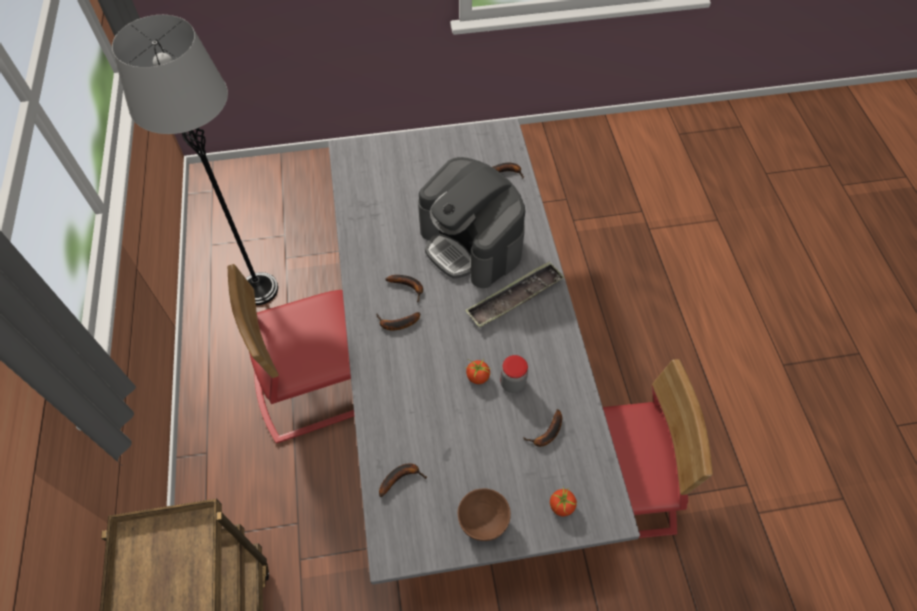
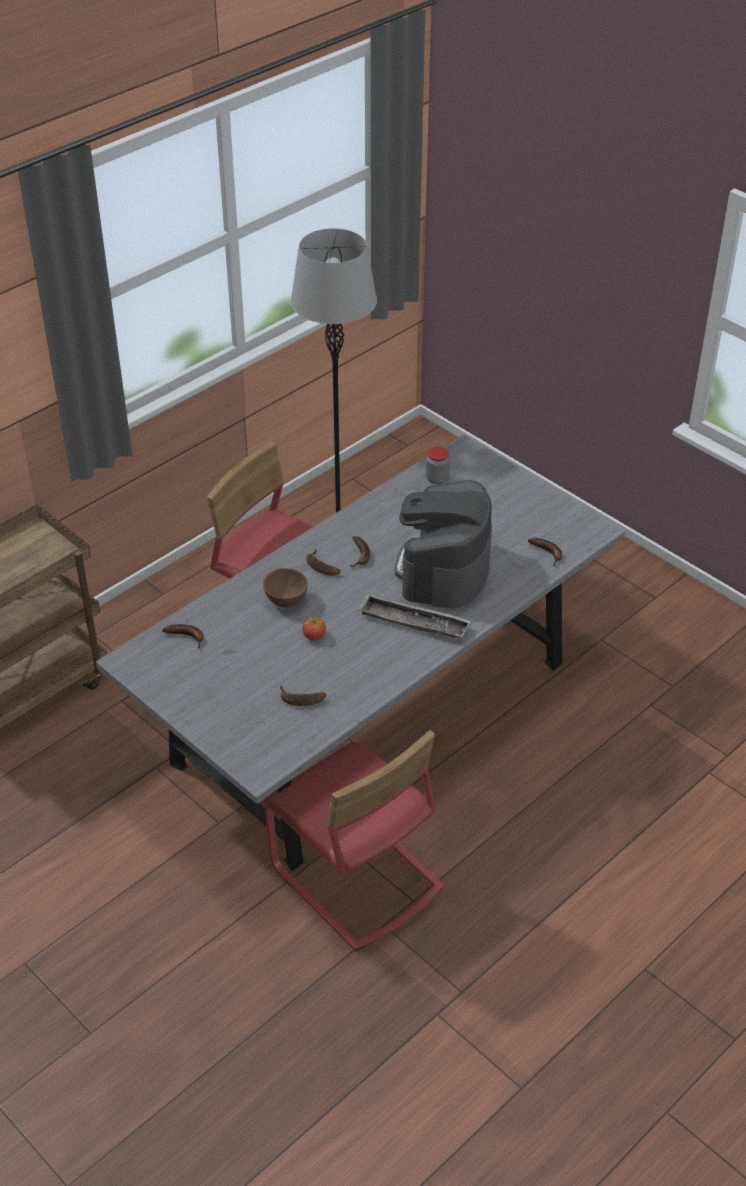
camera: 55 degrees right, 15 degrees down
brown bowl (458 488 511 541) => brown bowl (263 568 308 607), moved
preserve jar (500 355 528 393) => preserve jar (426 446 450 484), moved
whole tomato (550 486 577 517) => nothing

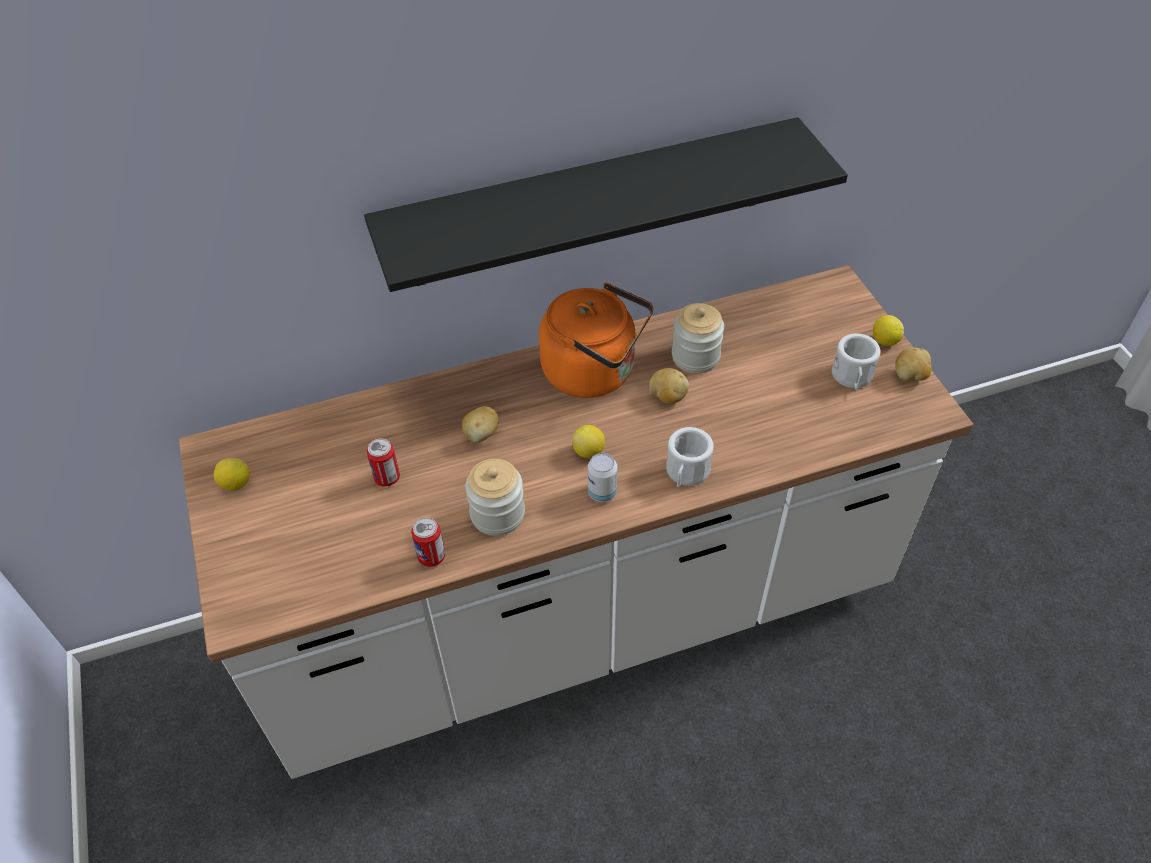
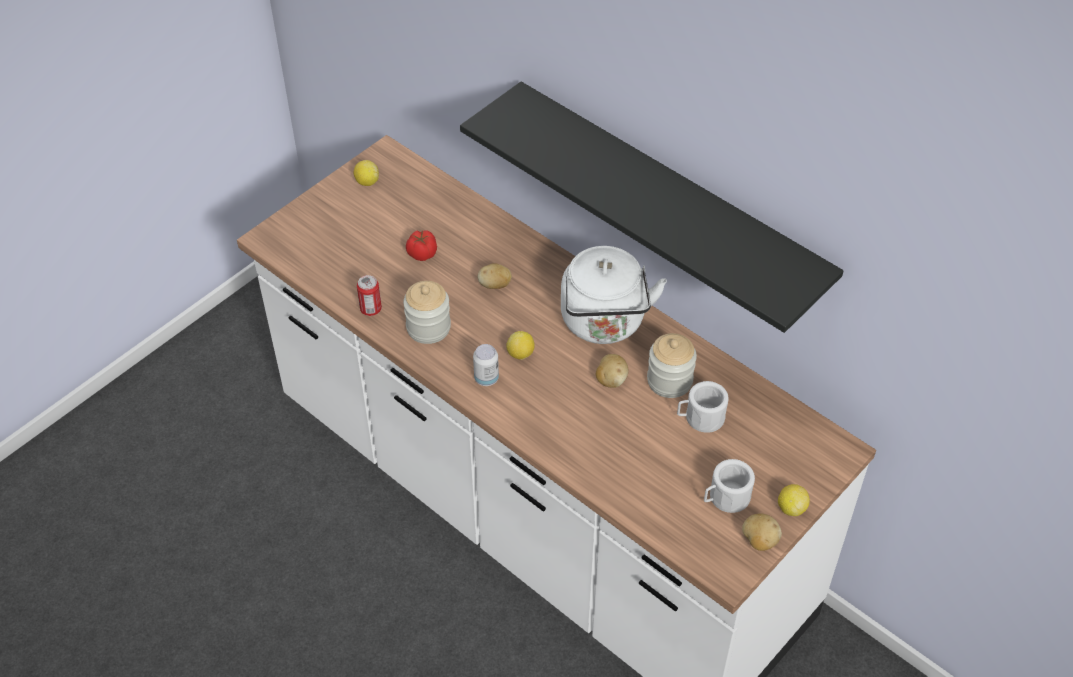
camera: 60 degrees right, 0 degrees up
metal can (367 438 400 487) => whole tomato (406 230 437 261)
orangey tea kettle (539 282 653 398) => whitish tea kettle (561 246 667 344)
whitish tea mug (666 427 714 487) => whitish tea mug (677 381 729 433), moved

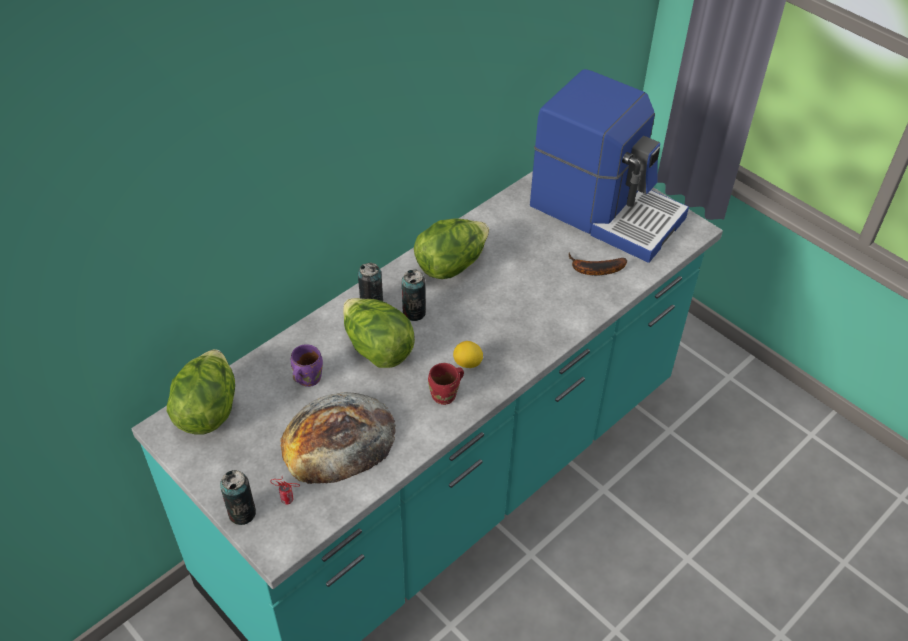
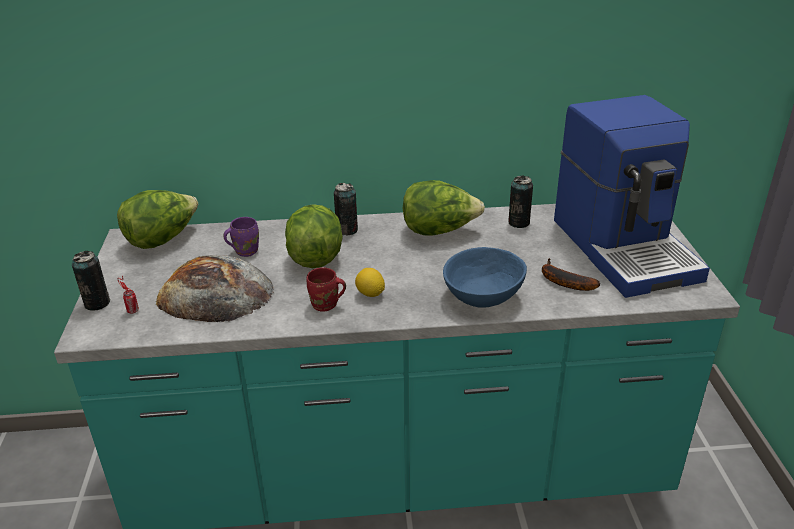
camera: 40 degrees right, 15 degrees down
metal can (402 270 426 321) => metal can (508 176 533 228), moved
nothing => bluish bowl (443 247 527 308)

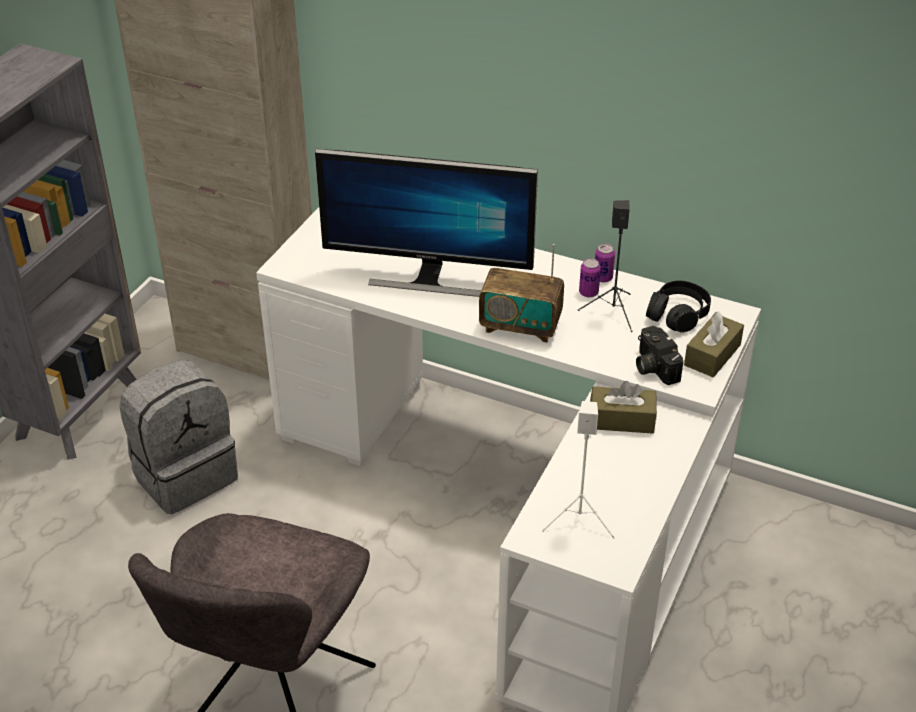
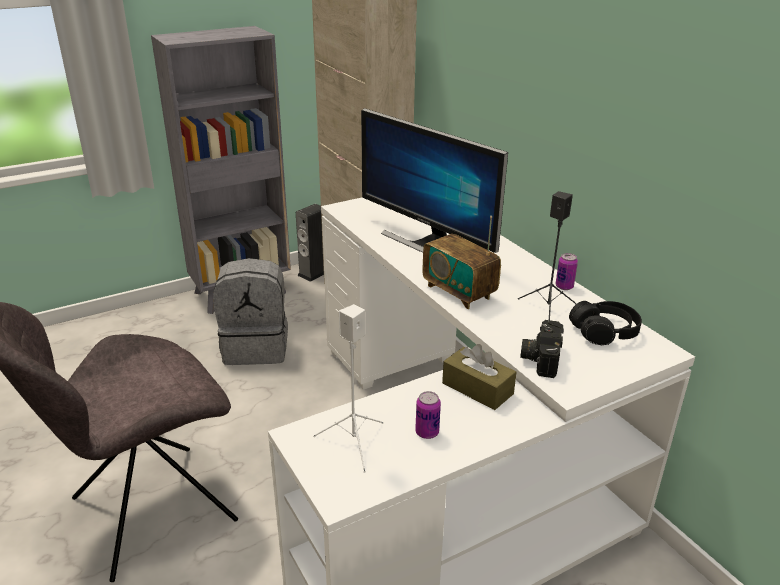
camera: 35 degrees right, 10 degrees down
metal can (579 258 601 297) => metal can (415 391 441 439), moved
brown tissue box (684 311 744 377) => nothing
nothing => loudspeaker (296 204 324 282)

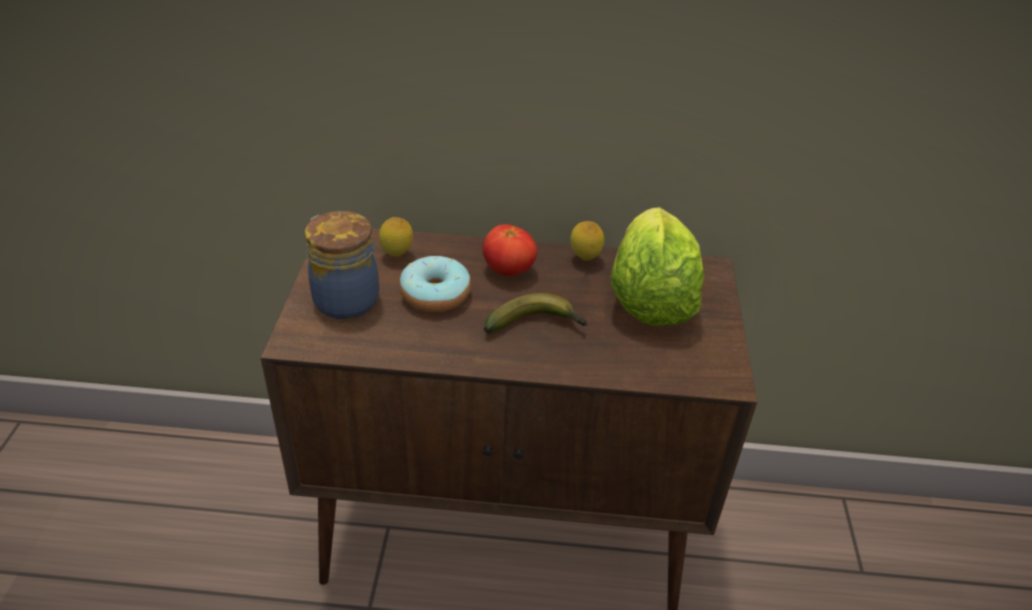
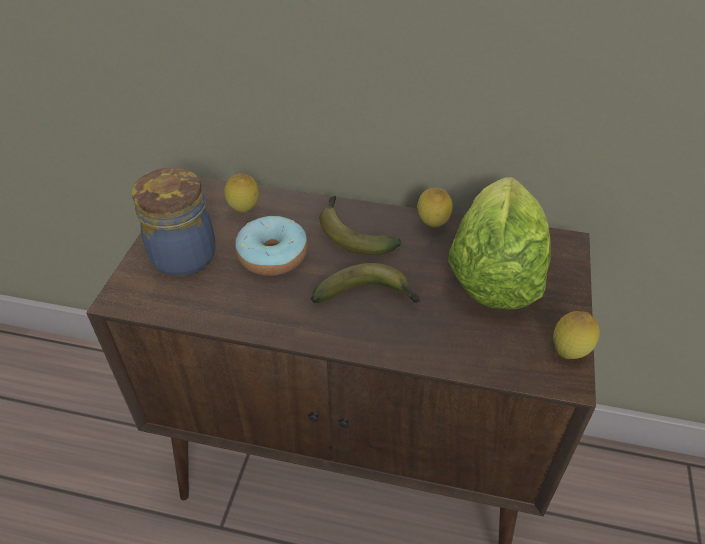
camera: 10 degrees right, 5 degrees up
whole tomato (482 224 537 276) => banana fruit (319 196 401 255)
nothing => citrus fruit (554 311 600 359)

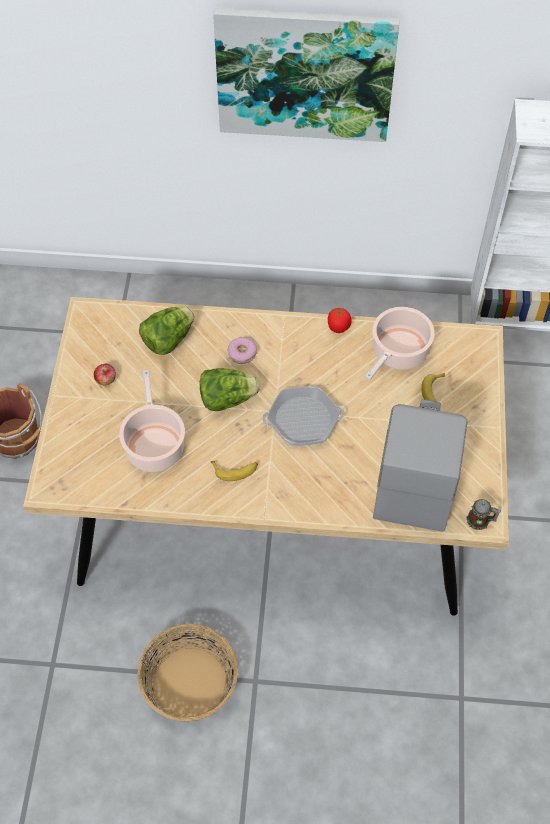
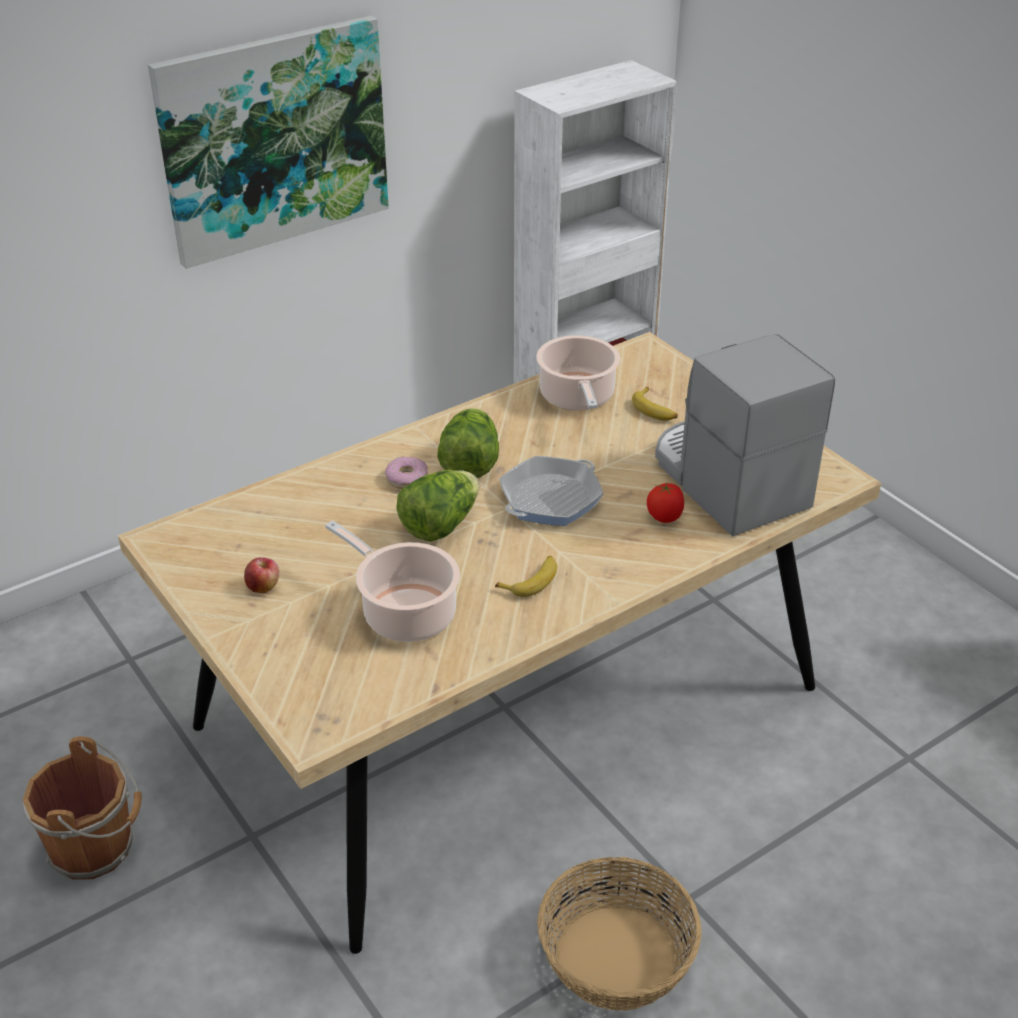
camera: 40 degrees left, 20 degrees down
lettuce (139 306 194 355) => lettuce (437 408 499 478), moved
whole tomato (328 308 352 333) => whole tomato (647 483 684 523), moved
tea mug (466 499 501 530) => nothing

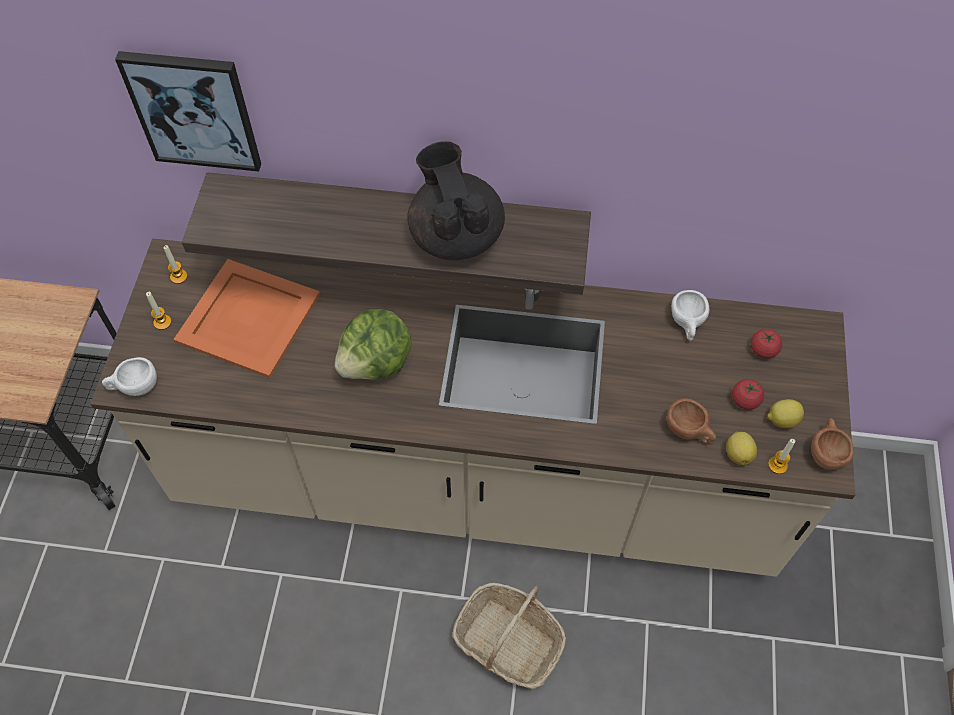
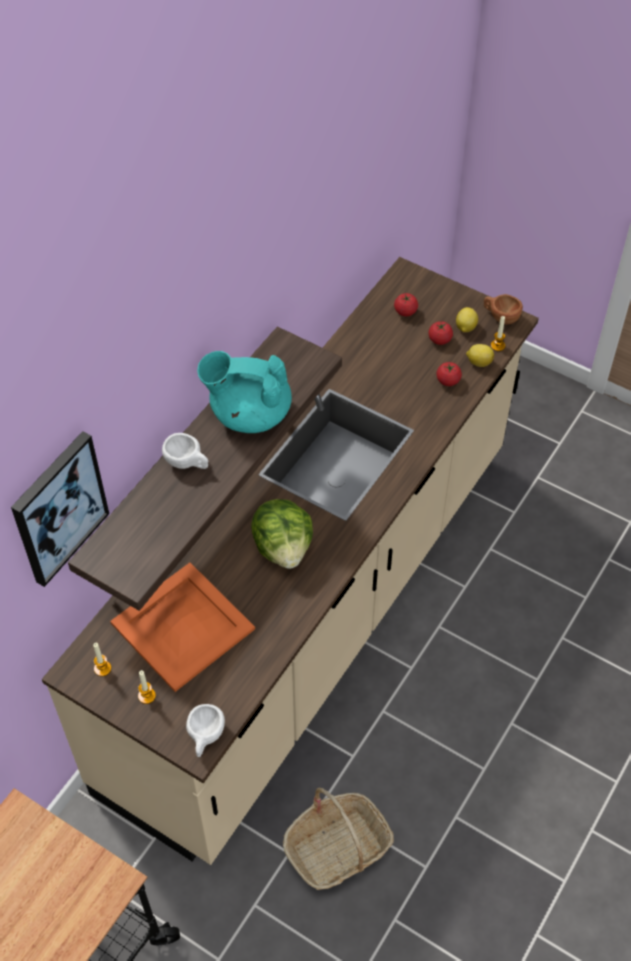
camera: 65 degrees left, 5 degrees down
black-coloured tea pot (407 141 505 260) => turquoise tea pot (197 351 292 433)
basket (452 583 566 689) => basket (283 788 394 890), moved
brown small cup (667 398 716 445) => whole tomato (436 362 462 386)
whitish small cup (671 290 709 341) => whitish small cup (162 433 208 469), moved

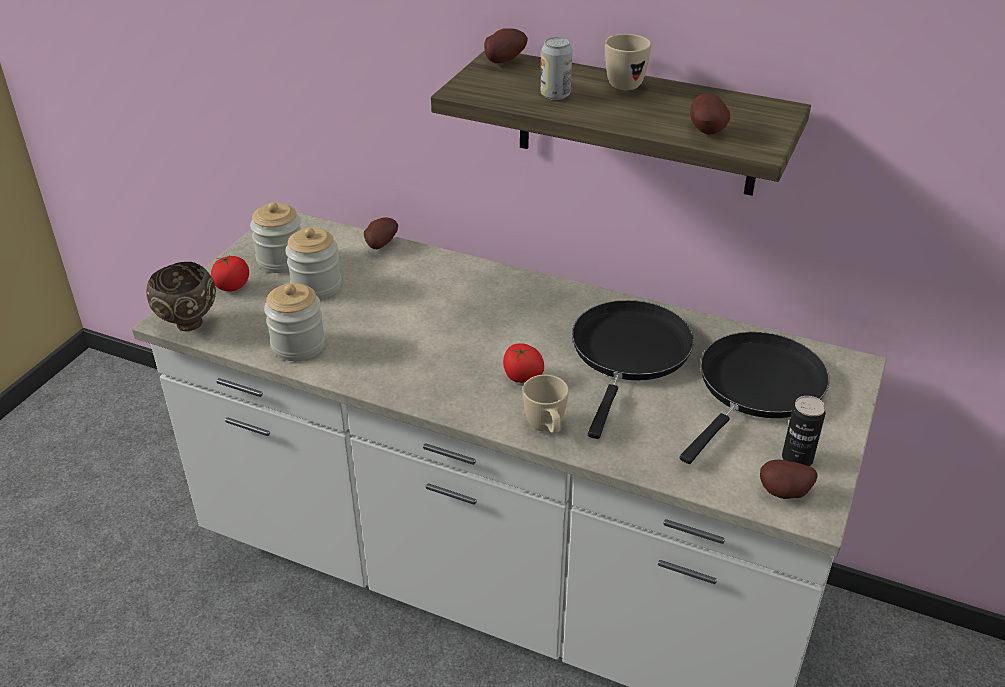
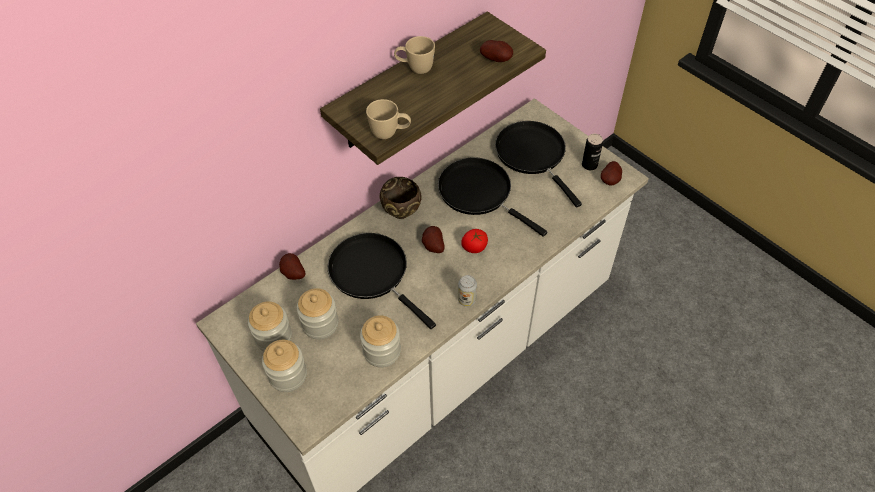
camera: 65 degrees left, 15 degrees up
brown bowl (146 262 216 331) => brown bowl (379 177 422 219), moved
whole tomato (211 255 249 292) => preserve jar (262 340 307 392)
spud (484 28 528 63) => spud (422 226 445 253), moved
beige-coloured tea mug (523 375 569 433) => beige-coloured tea mug (366 99 411 139), moved
metal can (541 37 572 100) => metal can (458 275 477 307), moved
nothing => black-coloured pan (328 233 436 329)

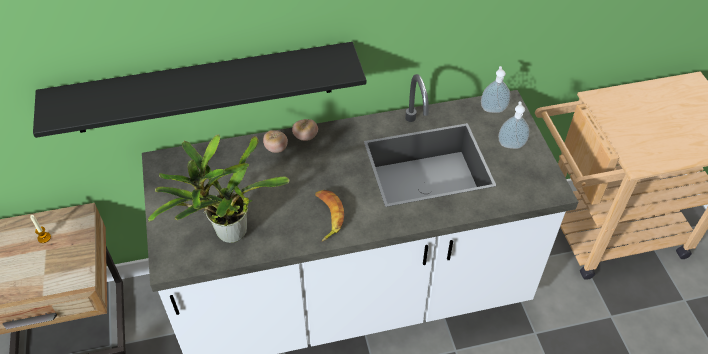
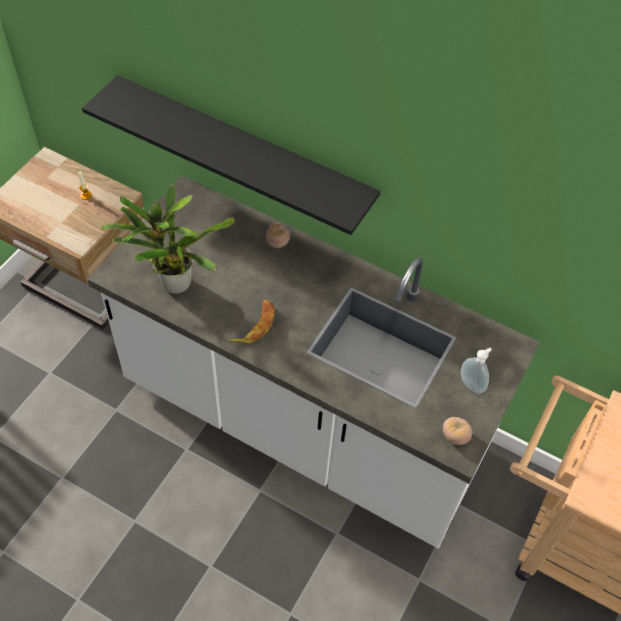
camera: 40 degrees right, 5 degrees up
whole tomato (292 119 318 141) => whole tomato (443 417 472 445), moved
liquid soap bottle (481 66 510 113) => nothing

